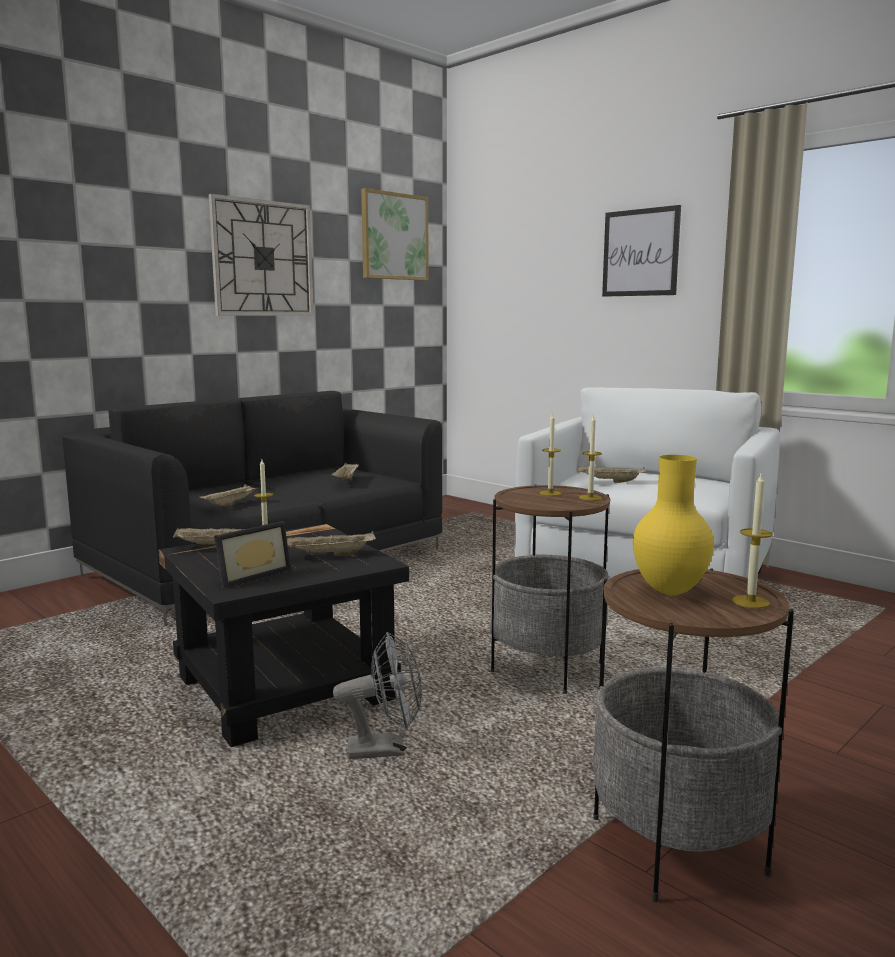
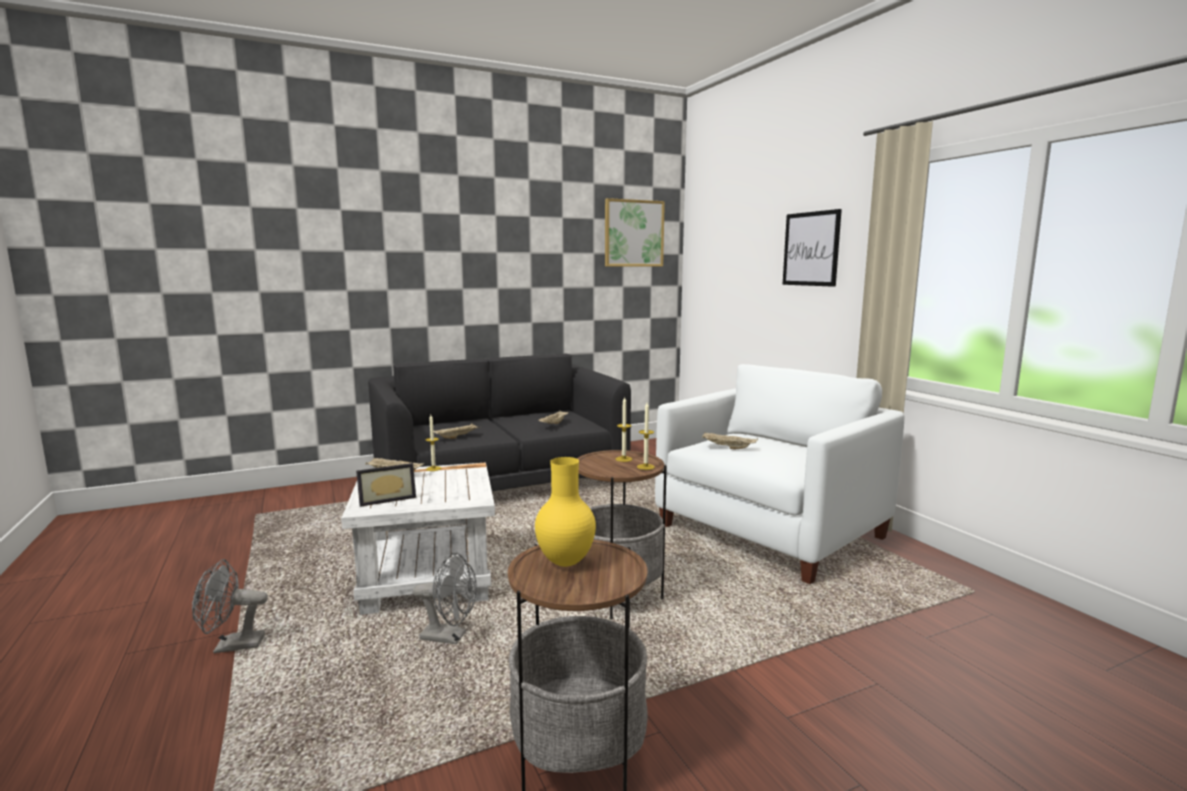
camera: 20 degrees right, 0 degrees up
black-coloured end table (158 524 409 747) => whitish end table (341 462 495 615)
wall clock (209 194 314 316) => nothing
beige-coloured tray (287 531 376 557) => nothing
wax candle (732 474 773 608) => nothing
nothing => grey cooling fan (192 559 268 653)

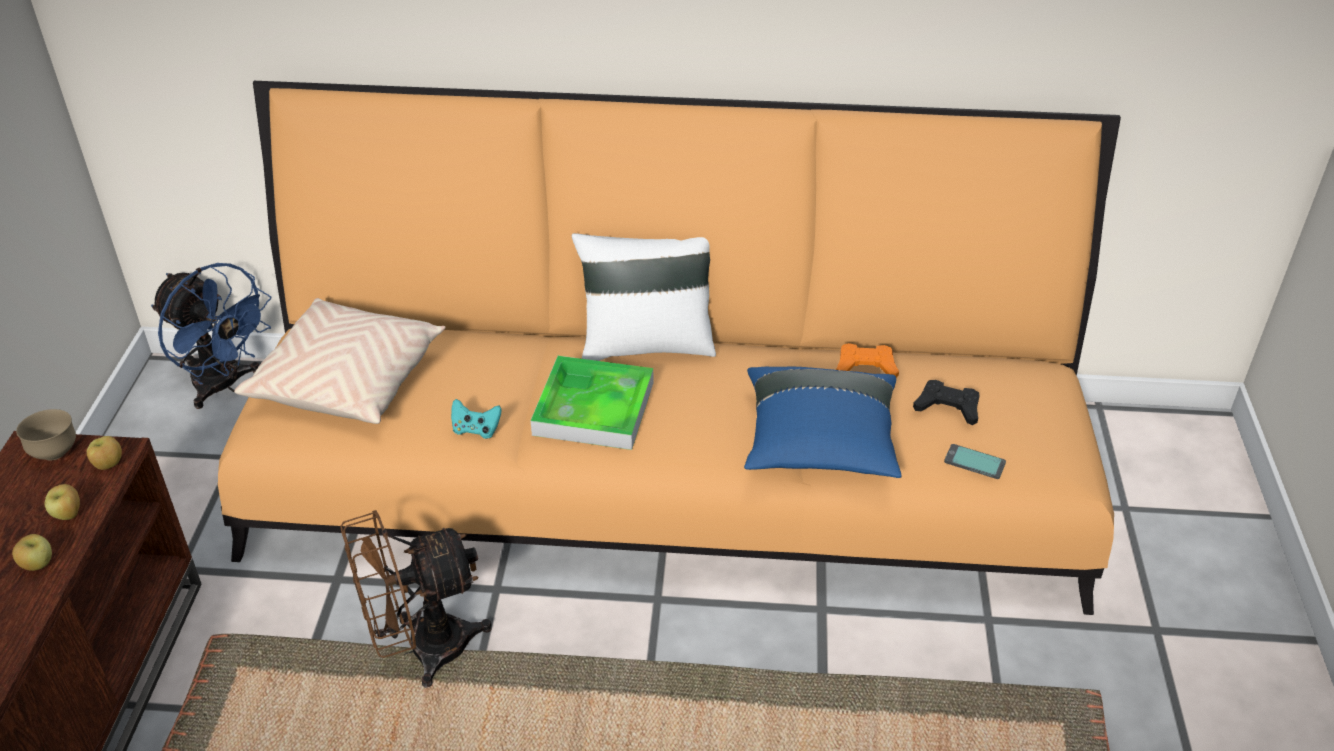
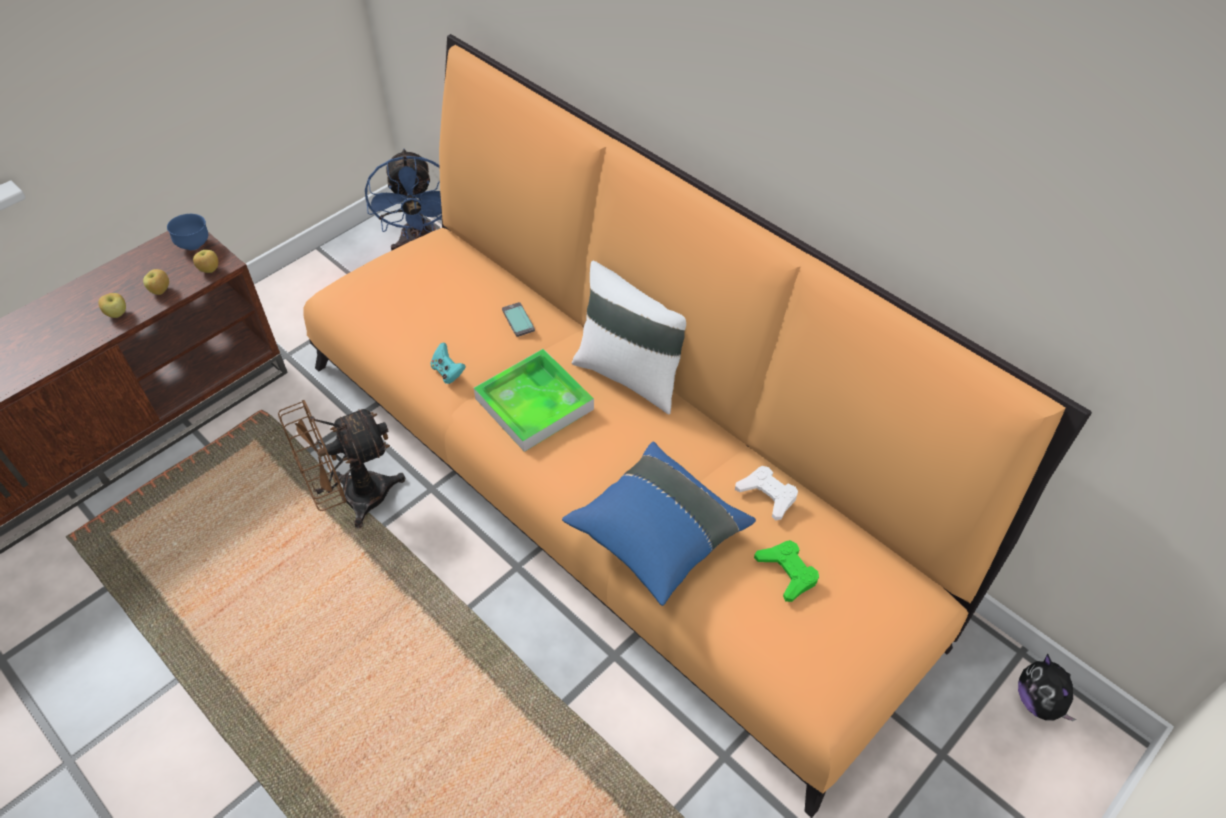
camera: 40 degrees right, 10 degrees up
brown bowl (16 409 76 460) => bluish bowl (167 214 208 250)
beige-coloured pillow (234 298 445 424) => nothing
brown cooling fan (340 510 492 688) => brown cooling fan (278 400 405 528), 45 degrees counterclockwise
orangey gamepad (836 343 899 378) => whitish gamepad (735 466 798 521)
black-coloured gamepad (913 380 980 425) => green-coloured gamepad (754 540 819 602)
telephone (944 444 1006 479) => telephone (502 302 535 337), moved
nothing => plush toy (1018 653 1076 721)

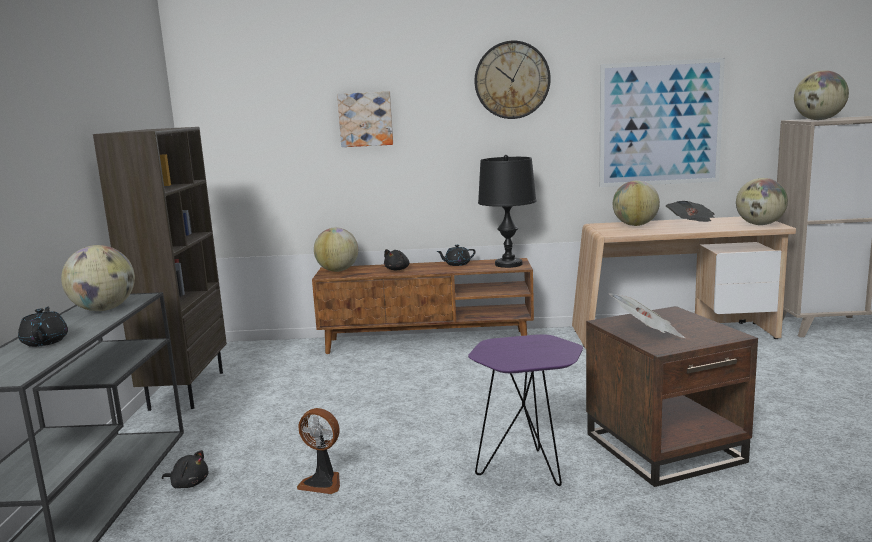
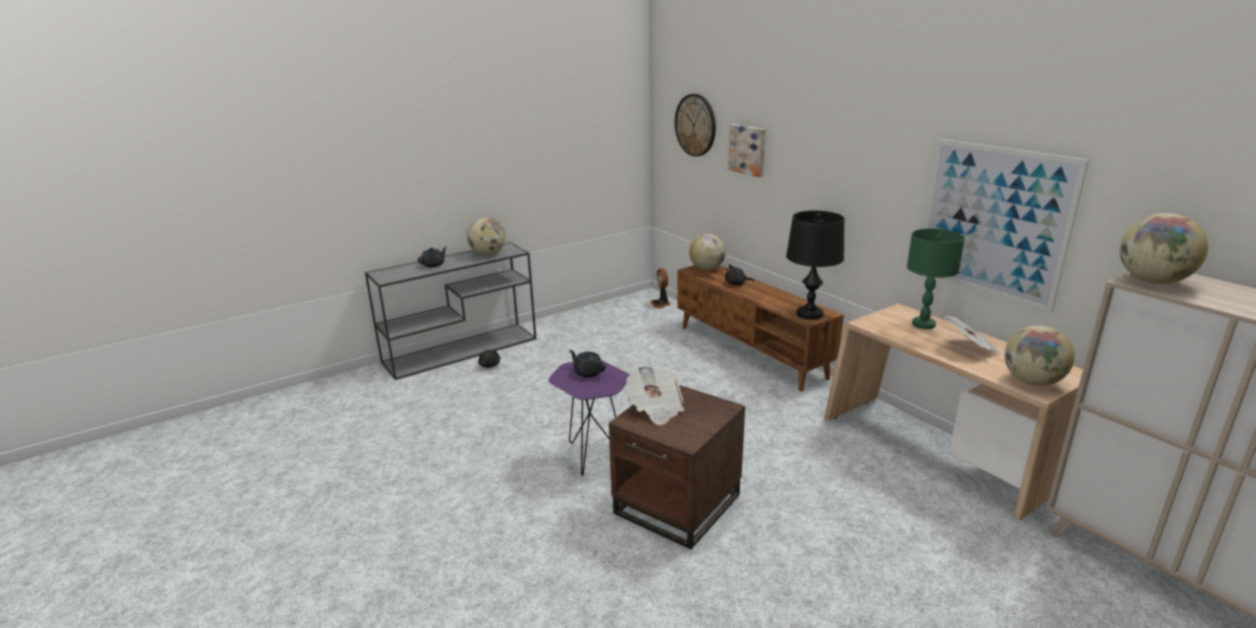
camera: 55 degrees right, 10 degrees up
brown bookcase (93 127 227 411) => nothing
cooling fan (297 408 340 494) => cooling fan (650 268 670 309), moved
black-coloured tea pot (437 245 476 266) => black-coloured tea pot (569 350 606 377), moved
wall clock (475 41 551 119) => wall clock (675 94 716 156), moved
desk globe (613 180 660 226) => green-coloured tabletop lamp (907 229 965 329)

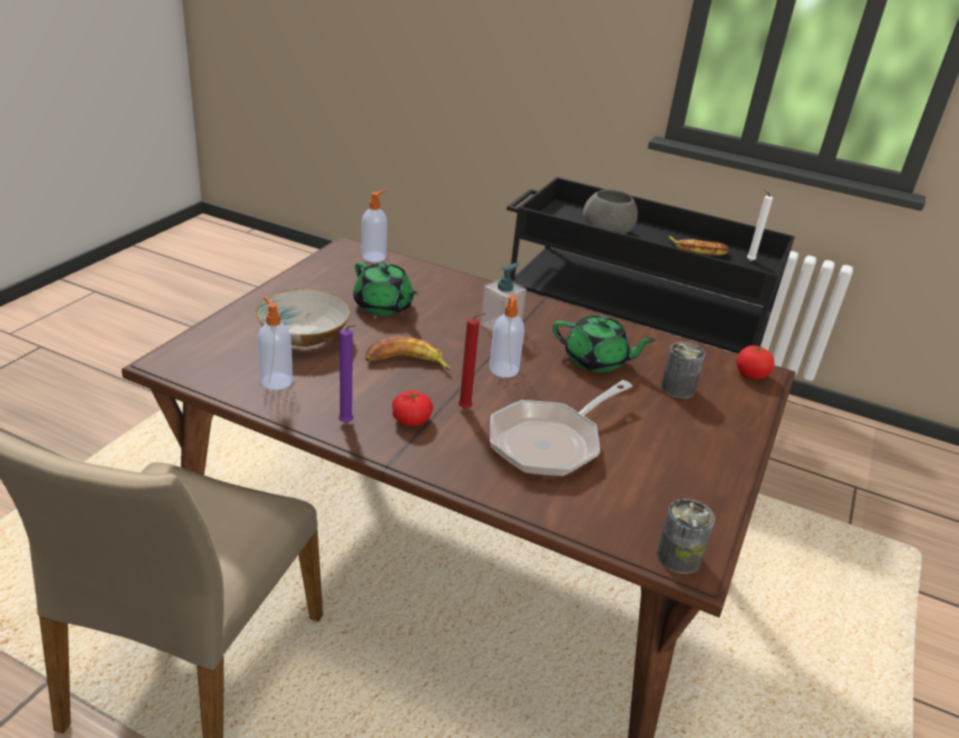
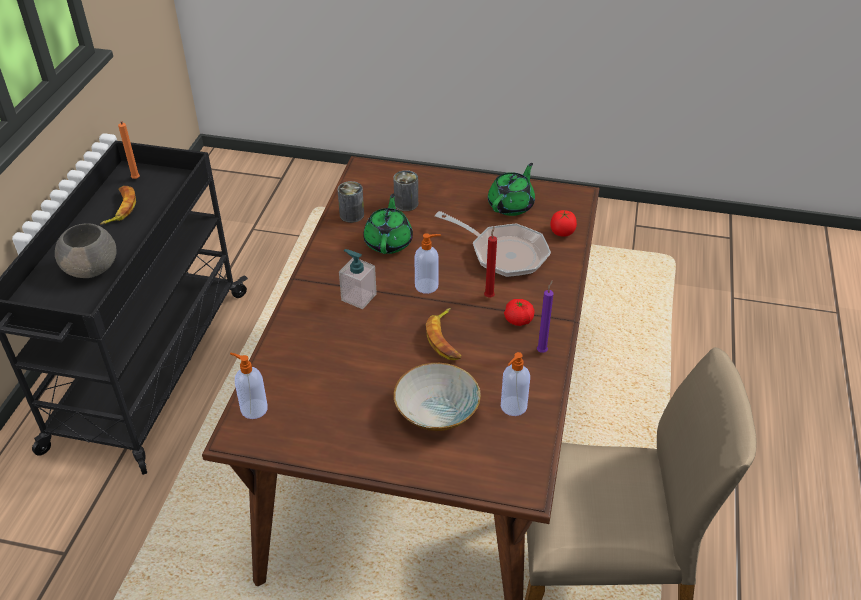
camera: 100 degrees left, 10 degrees up
green-coloured tea pot (353 262 418 316) => green-coloured tea pot (488 163 535 216), moved
metal can (657 499 715 574) => metal can (338 181 364 223), moved
whole tomato (736 345 774 379) => whole tomato (550 210 577 237), moved
whitish wax candle (747 189 773 261) => orangey wax candle (118 122 140 179)

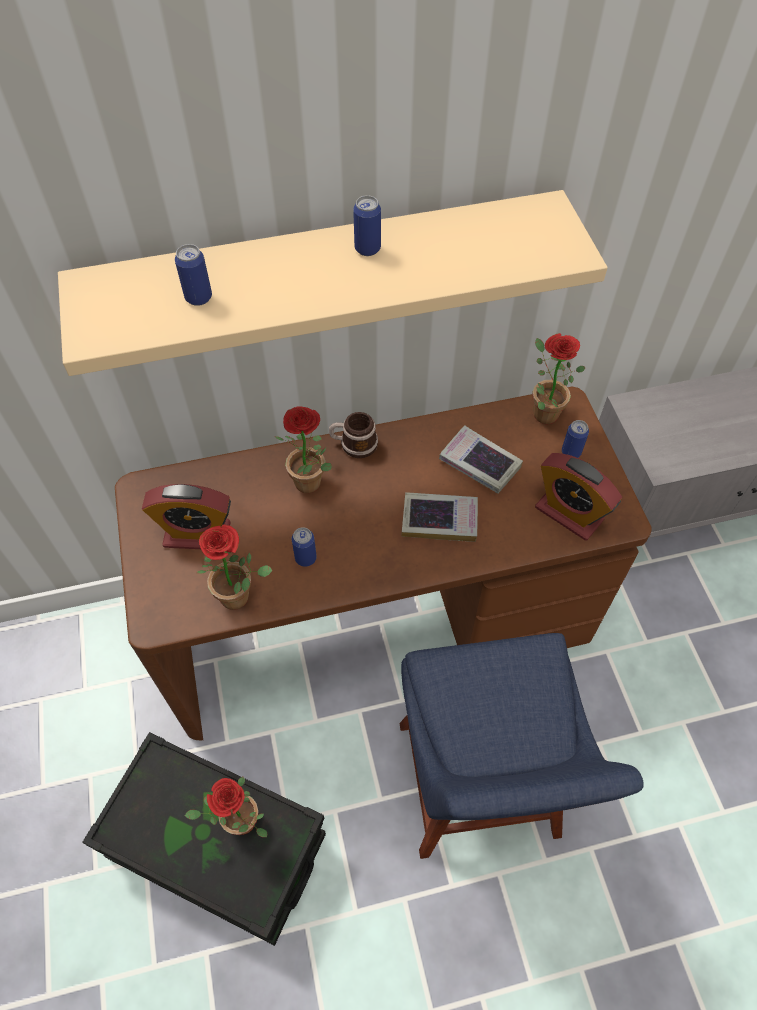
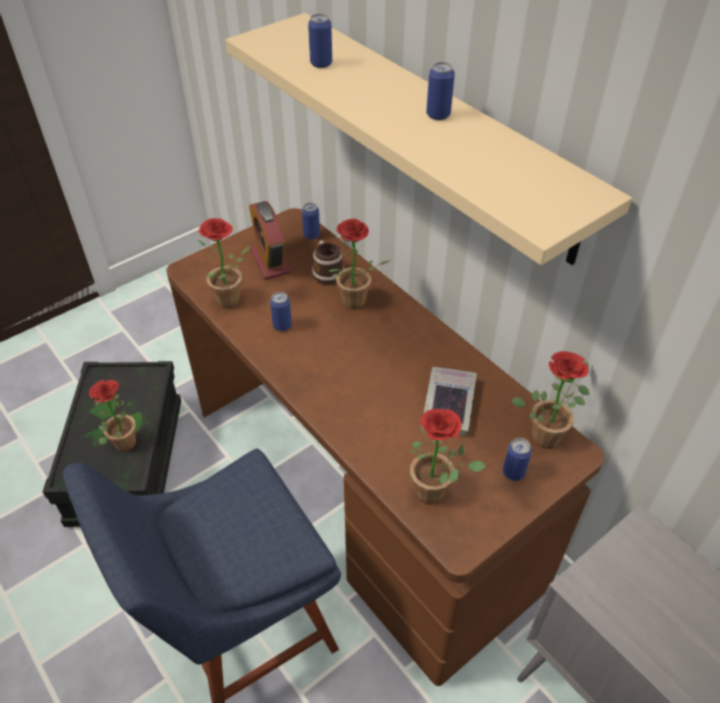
camera: 65 degrees right, 10 degrees down
tea mug (329 412 378 458) => tea mug (312 240 345 284), moved
bound book (402 492 478 542) => nothing
alarm clock (535 453 622 541) => houseplant (409 409 486 504)
nothing => metal can (302 203 320 240)

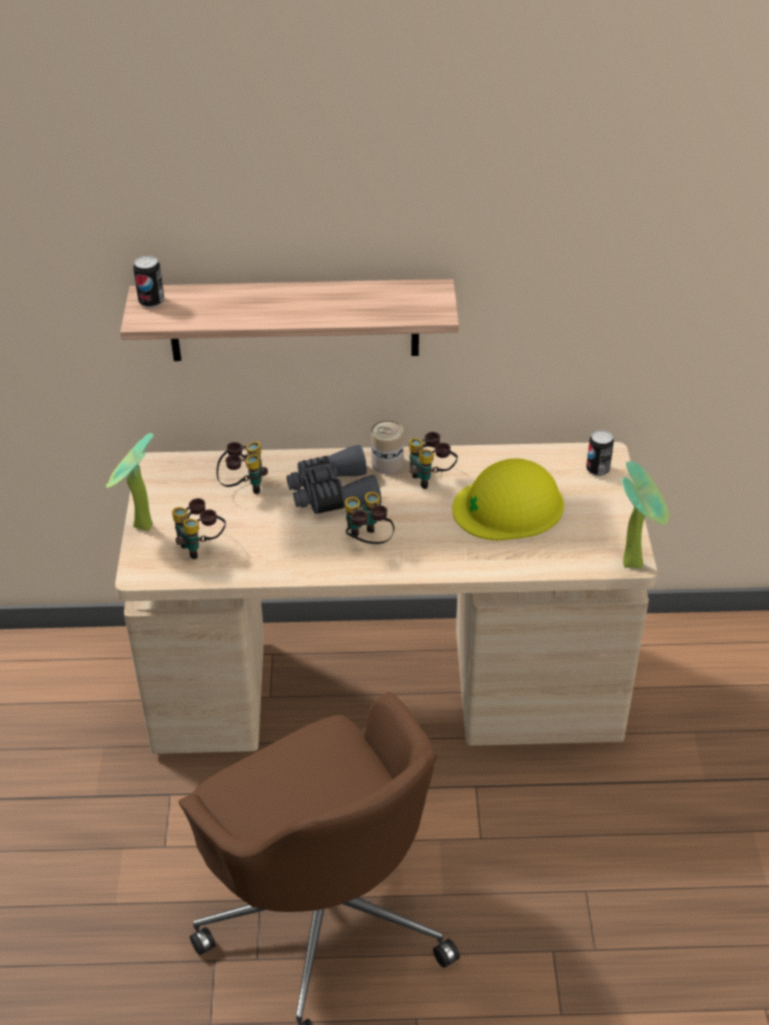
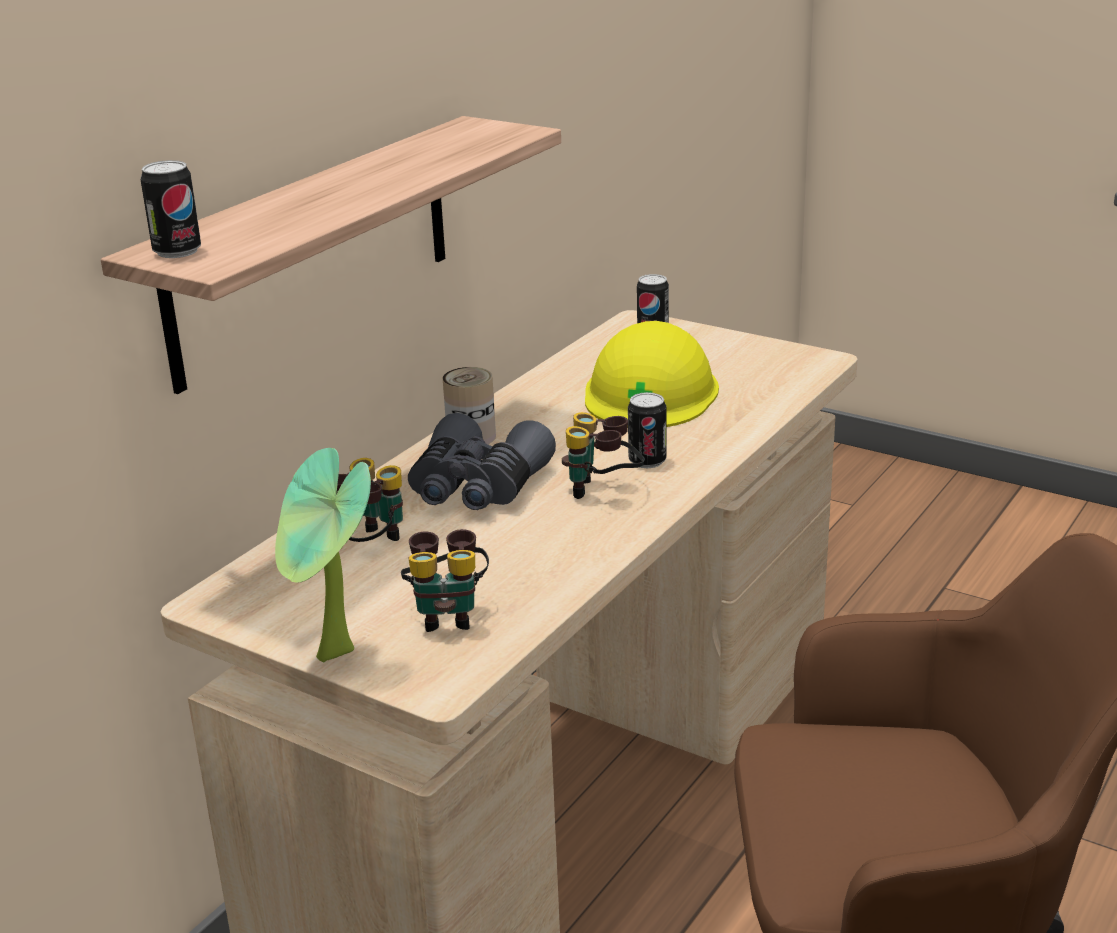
camera: 55 degrees left, 15 degrees down
field glasses (409 432 458 489) => nothing
houseplant (622 461 669 569) => nothing
nothing => metal can (628 392 667 468)

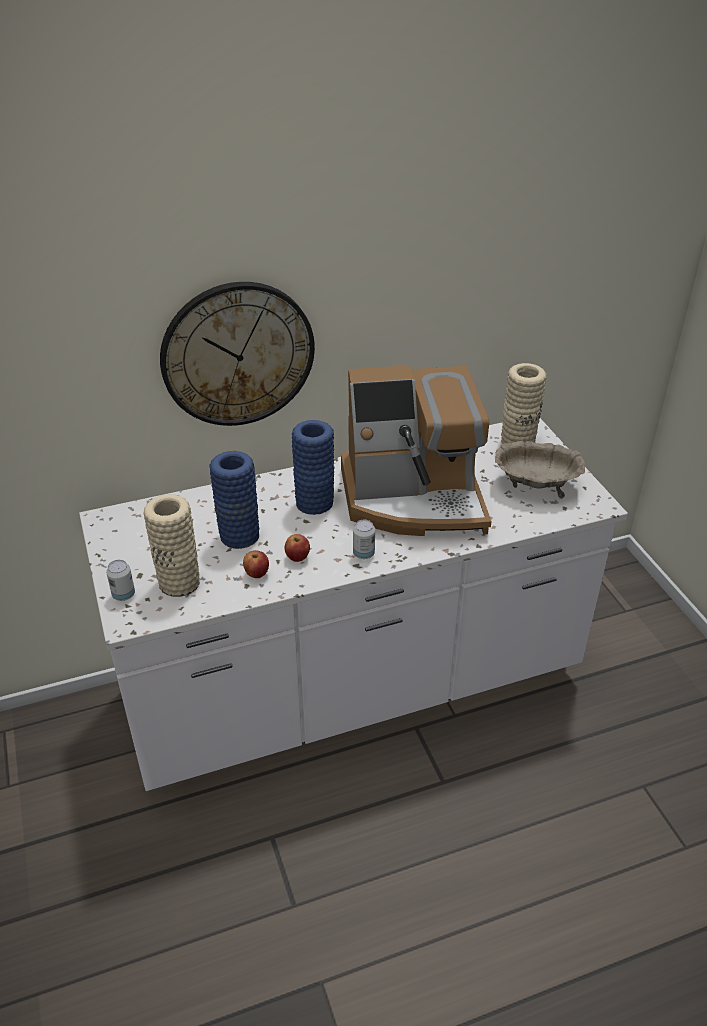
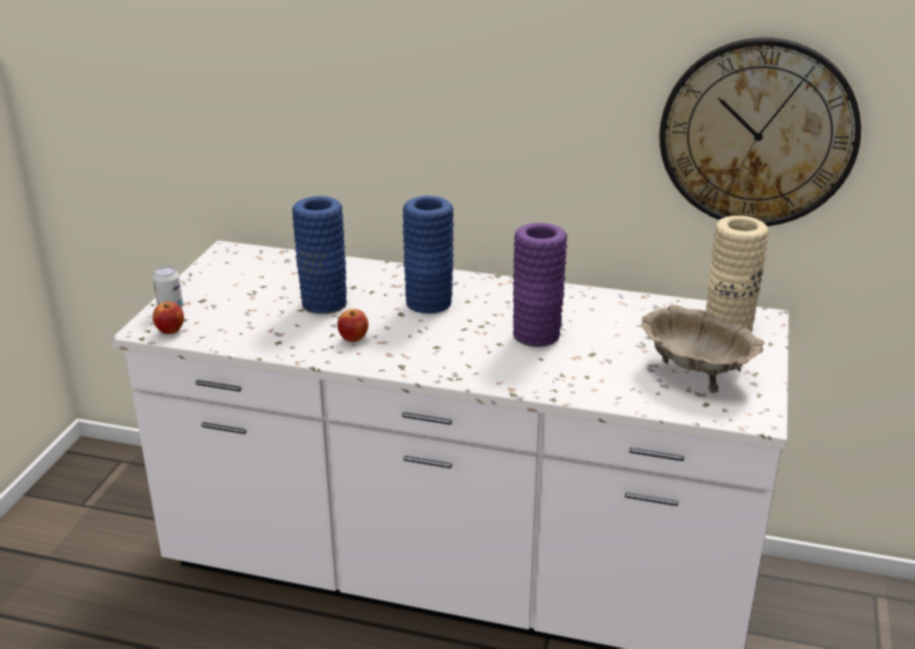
camera: 35 degrees right, 10 degrees down
beige-coloured vase (144 494 200 597) => nothing
wall clock (160 282 315 426) => wall clock (659 38 861 226), moved
apple fruit (243 550 269 578) => apple fruit (153 301 184 334), moved
coffee maker (341 365 492 536) => purple-coloured vase (513 223 567 347)
metal can (353 519 375 559) => nothing

